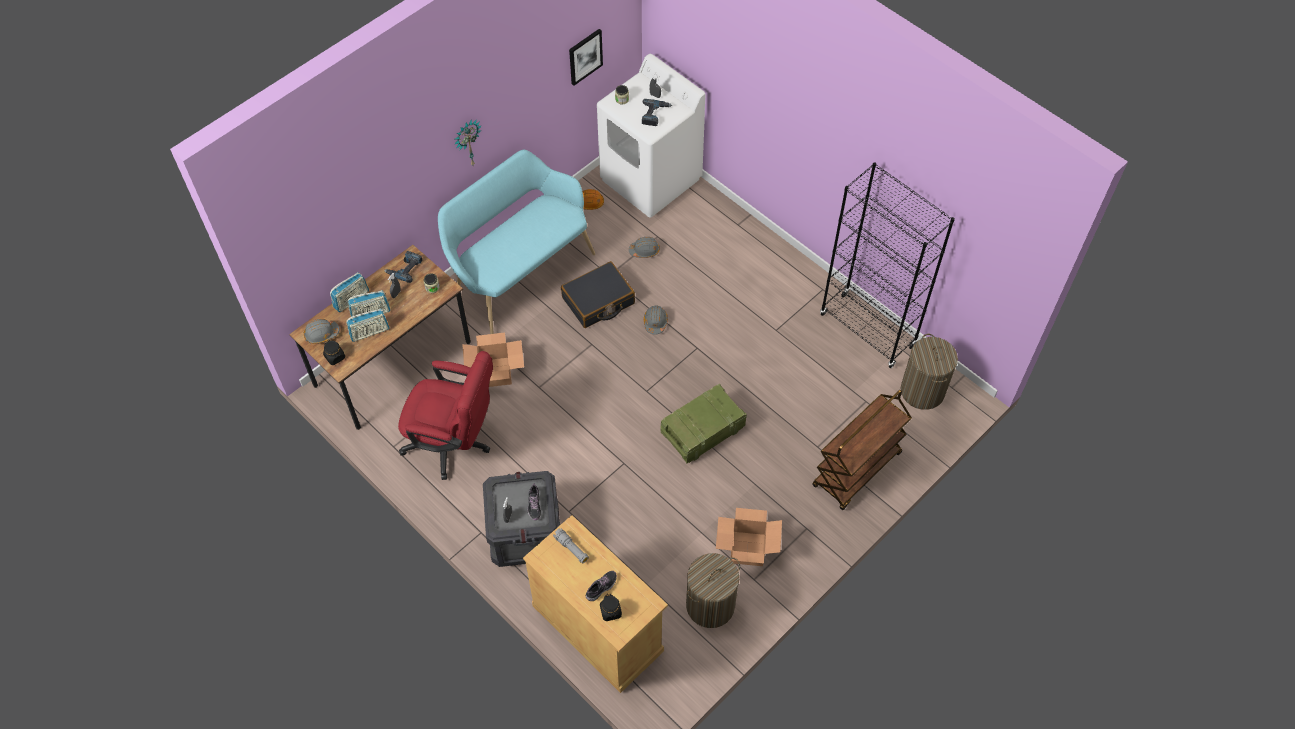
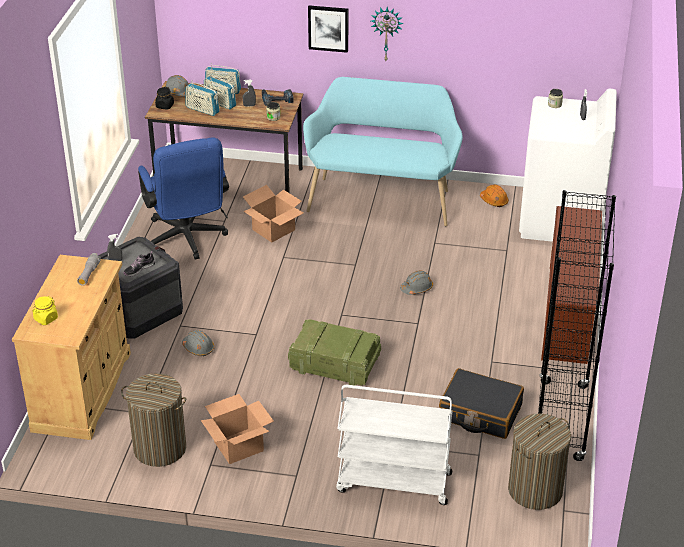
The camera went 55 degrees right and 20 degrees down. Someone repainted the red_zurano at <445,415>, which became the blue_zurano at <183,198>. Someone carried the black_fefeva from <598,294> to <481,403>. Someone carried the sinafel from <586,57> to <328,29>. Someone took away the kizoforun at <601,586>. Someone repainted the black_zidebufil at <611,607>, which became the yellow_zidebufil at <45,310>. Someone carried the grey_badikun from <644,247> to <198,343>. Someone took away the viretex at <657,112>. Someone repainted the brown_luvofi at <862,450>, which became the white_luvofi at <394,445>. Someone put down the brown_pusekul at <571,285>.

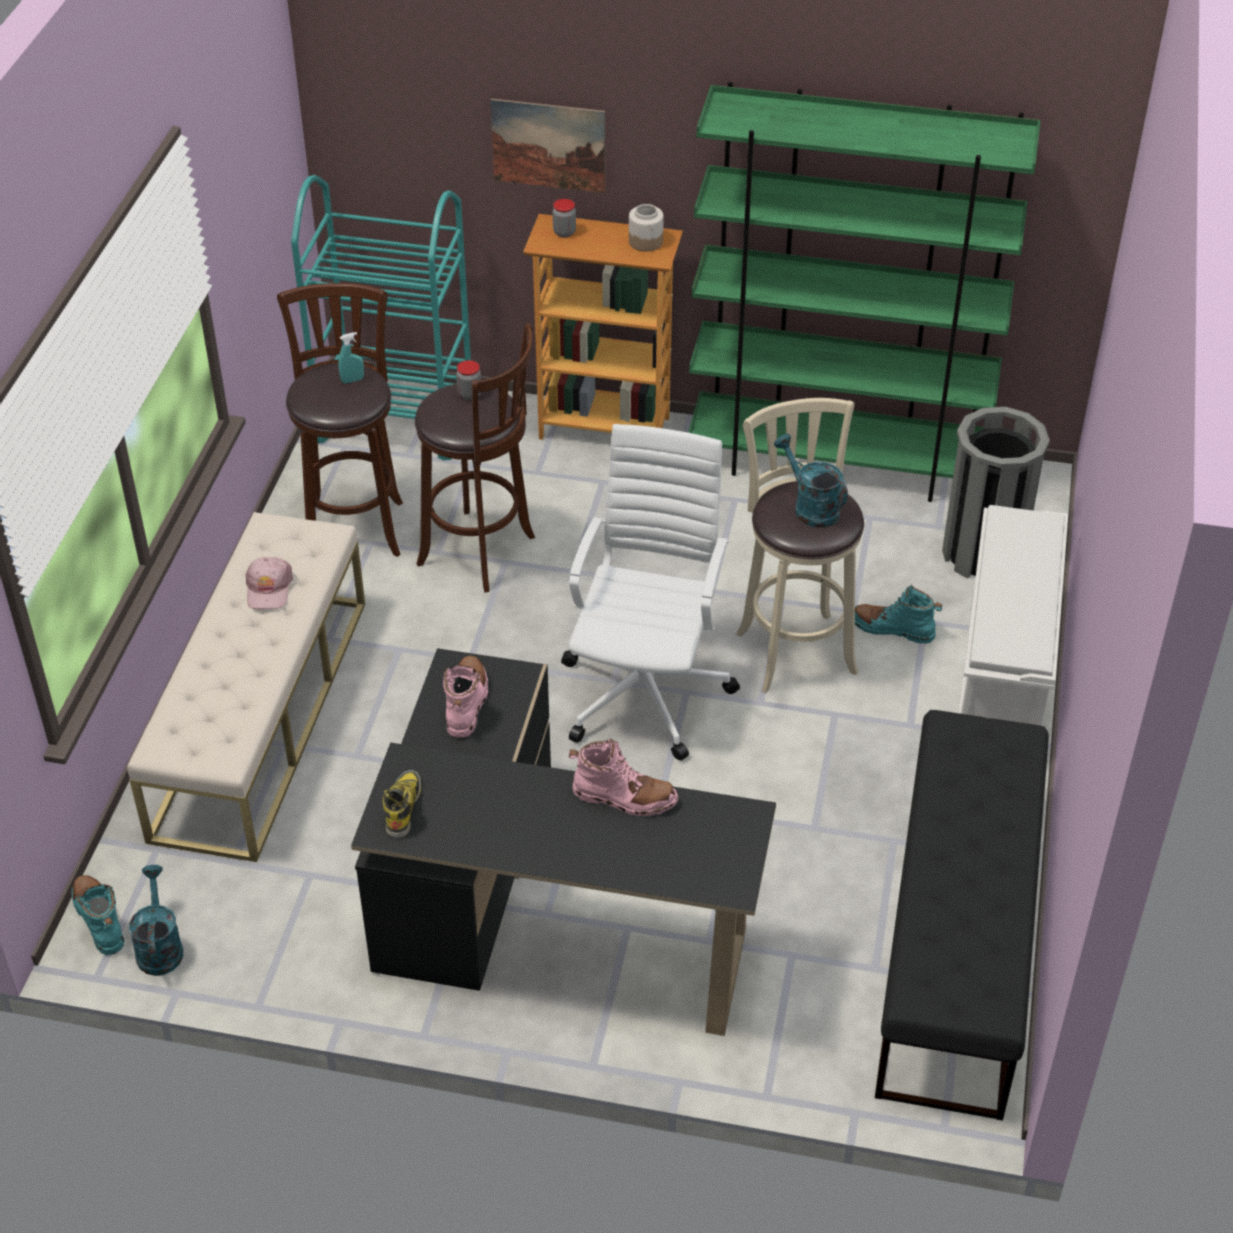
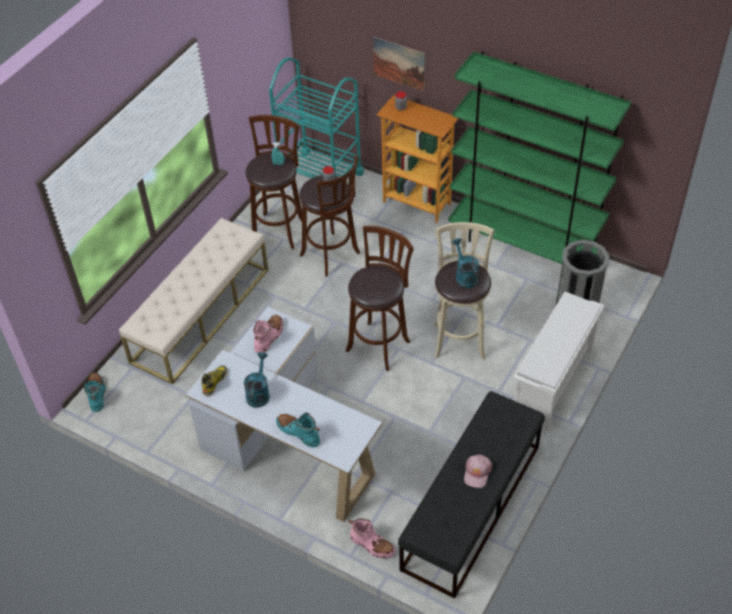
The camera went 20 degrees right and 5 degrees up. Someone carried the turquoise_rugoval from <156,920> to <257,380>. Someone carried the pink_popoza from <269,583> to <478,471>. Someone repainted the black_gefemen at <563,842>, which became the white_gefemen at <283,414>. Someone swapped the white_zurano at <650,592> for the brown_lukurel at <380,298>. Someone carried the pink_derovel from <623,777> to <372,538>. Someone took away the zidebufil at <646,228>. Someone carried the turquoise_derovel from <898,614> to <298,430>.

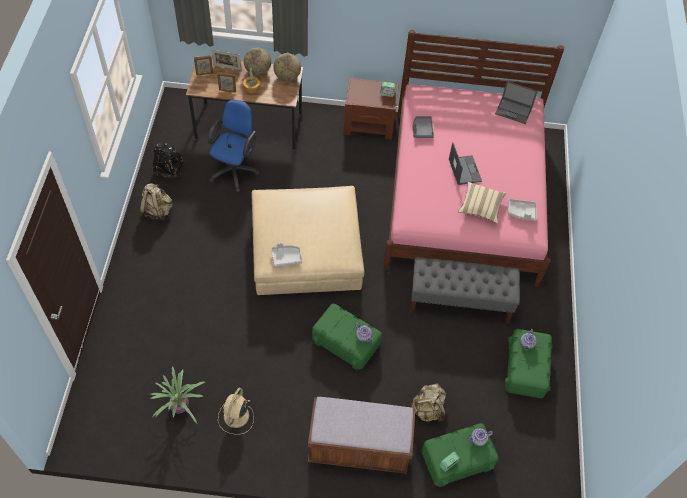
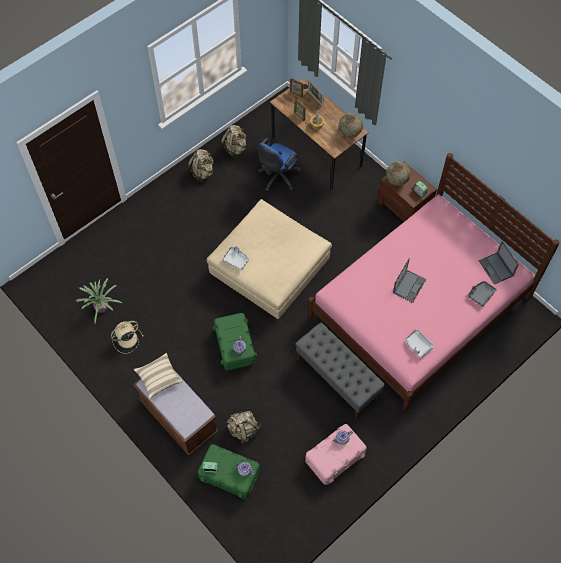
The camera went 45 degrees right and 5 degrees up. Someone repainted the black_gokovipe at <167,160>, which became the beige_gokovipe at <233,141>. Someone rotated the blue_zurano at <233,146> by 150 degrees clockwise. Someone carried the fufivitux from <257,62> to <398,174>. Someone carried the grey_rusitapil from <423,127> to <482,294>. Someone carried the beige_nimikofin from <482,203> to <158,376>. Someone repainted the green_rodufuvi at <528,363>, which became the pink_rodufuvi at <336,454>.

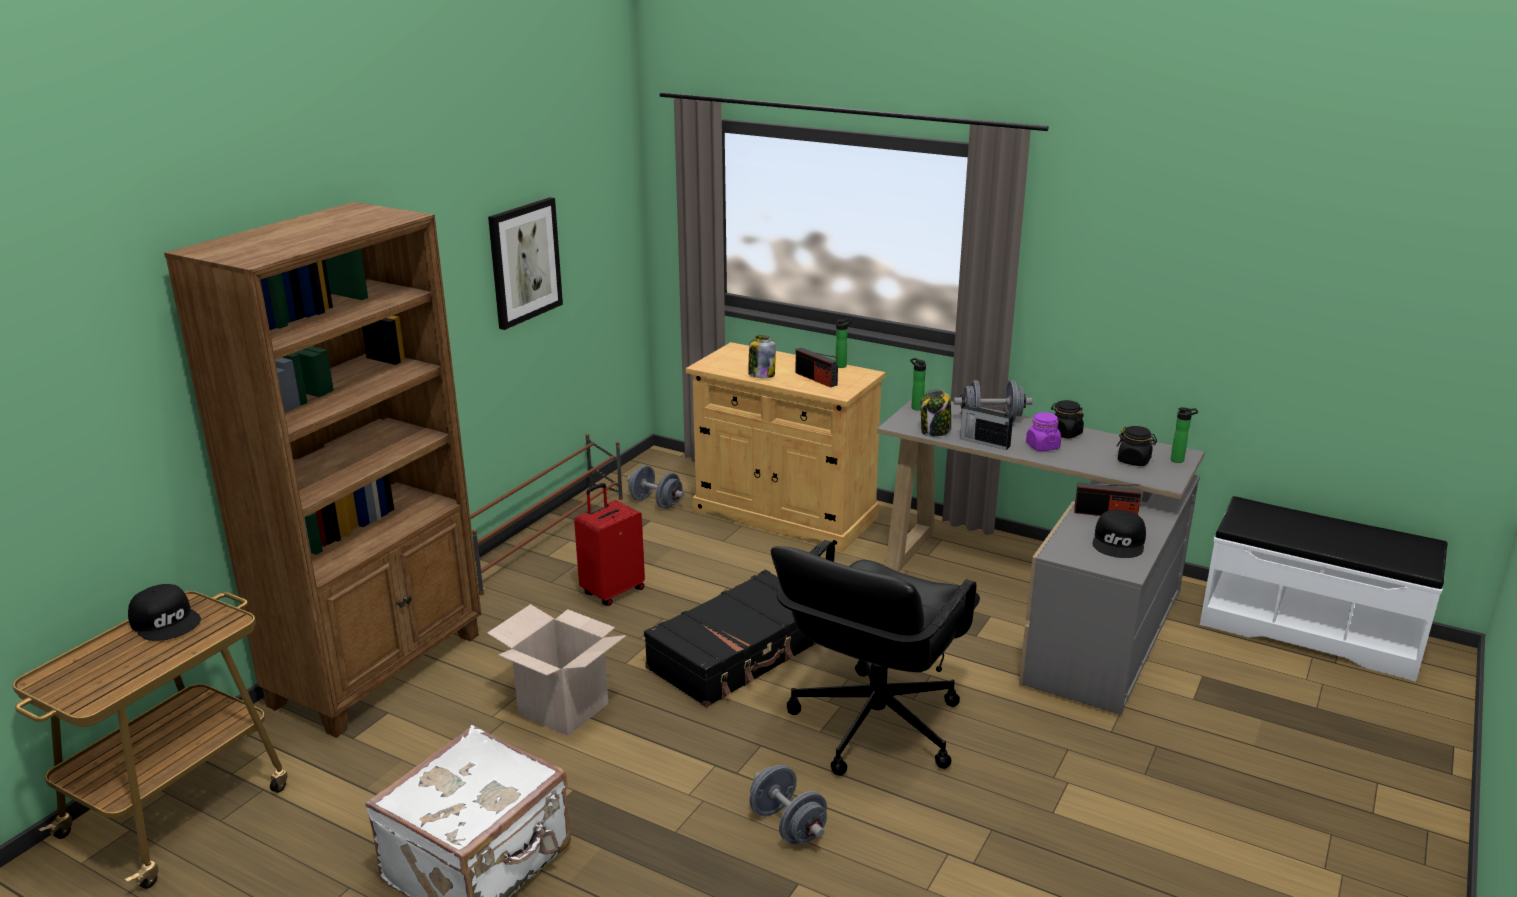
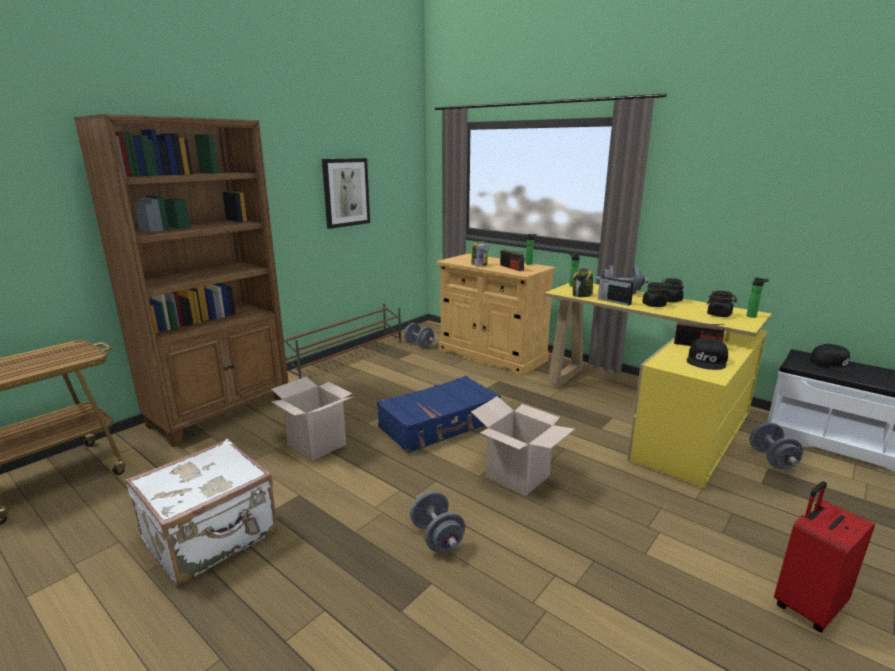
The camera went 10 degrees right and 5 degrees down. Someone carried the black_popoza from <164,612> to <835,358>. Someone carried the red_fefeva from <609,544> to <824,556>. Someone repainted the black_fefeva at <730,638>, which became the blue_fefeva at <439,414>. Someone swapped the black_zurano at <875,658> for the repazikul at <523,446>. Someone repainted the grey_gefemen at <1041,557>, which became the yellow_gefemen at <658,385>. Someone repainted the purple_zidebufil at <1043,431>, which became the black_zidebufil at <654,294>. Someone put down the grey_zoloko at <776,445>.

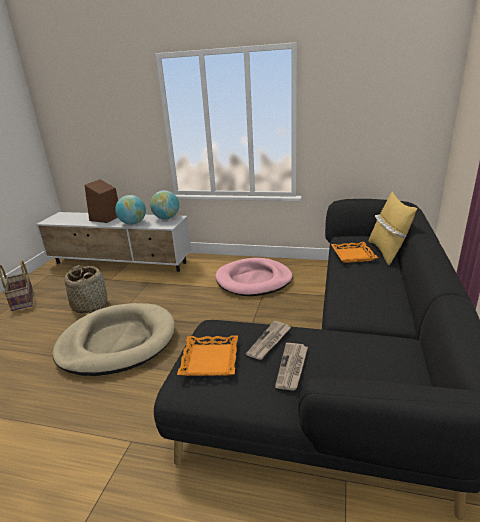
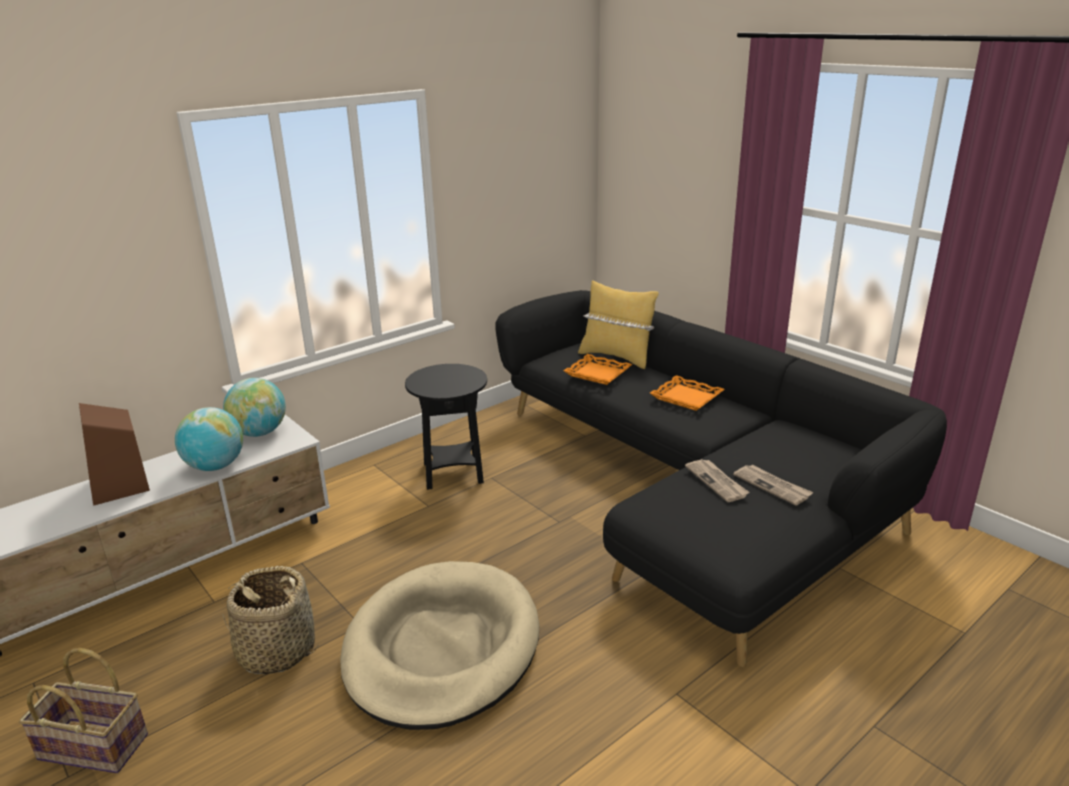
The camera went 55 degrees left and 0 degrees up. Someone carried the orange_rusitapil from <207,355> to <687,393>. Someone swapped the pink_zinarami at <254,277> for the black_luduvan at <446,427>.

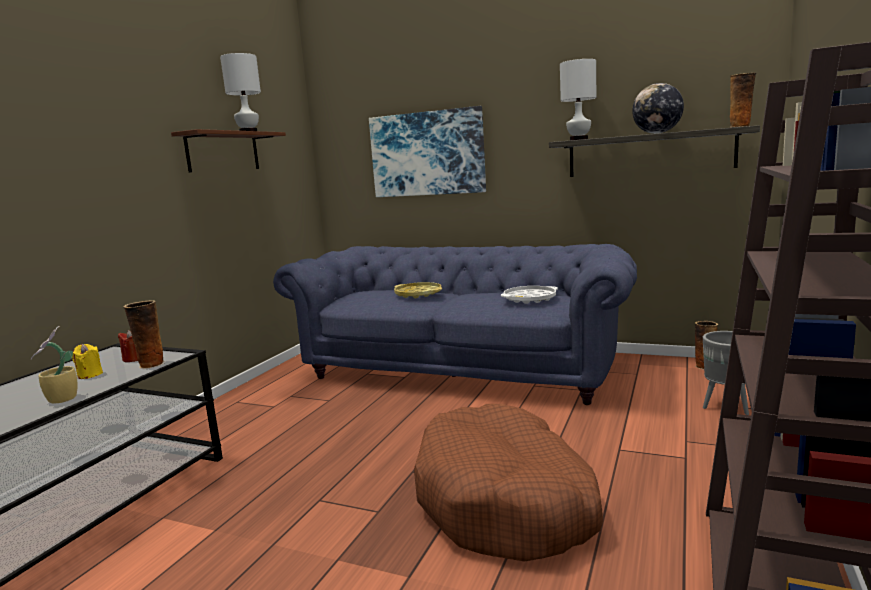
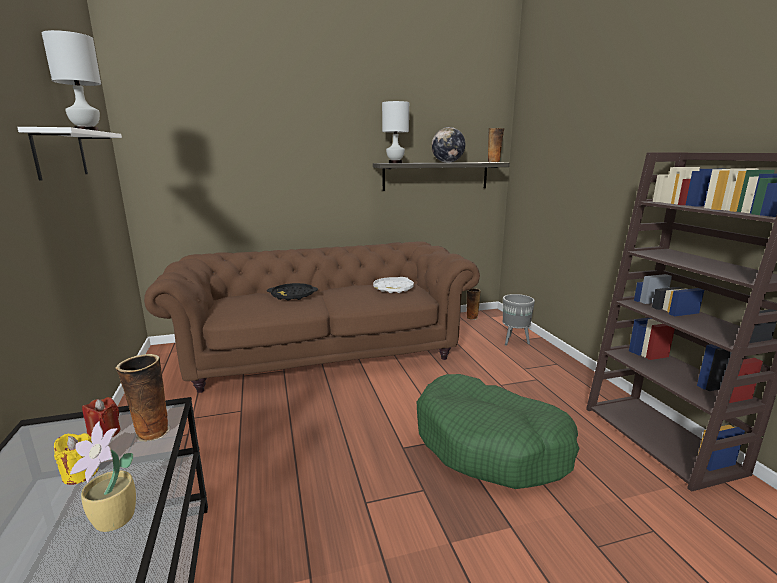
The camera went 40 degrees left and 5 degrees up. Someone repainted the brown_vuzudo at <228,150>, which became the white_vuzudo at <69,154>. Someone repainted the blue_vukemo at <455,324>, which became the brown_vukemo at <312,317>. Someone took away the sinafel at <427,151>. Someone repainted the yellow_rusitapil at <418,290>, which became the black_rusitapil at <292,292>. Someone repainted the brown_zinarami at <508,482>, which became the green_zinarami at <498,431>.

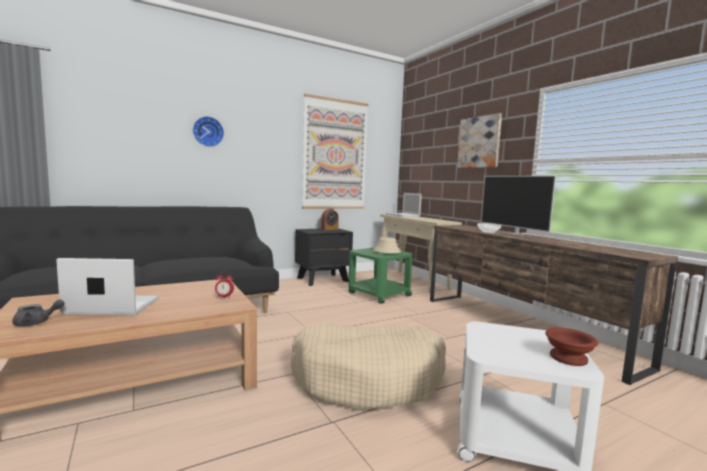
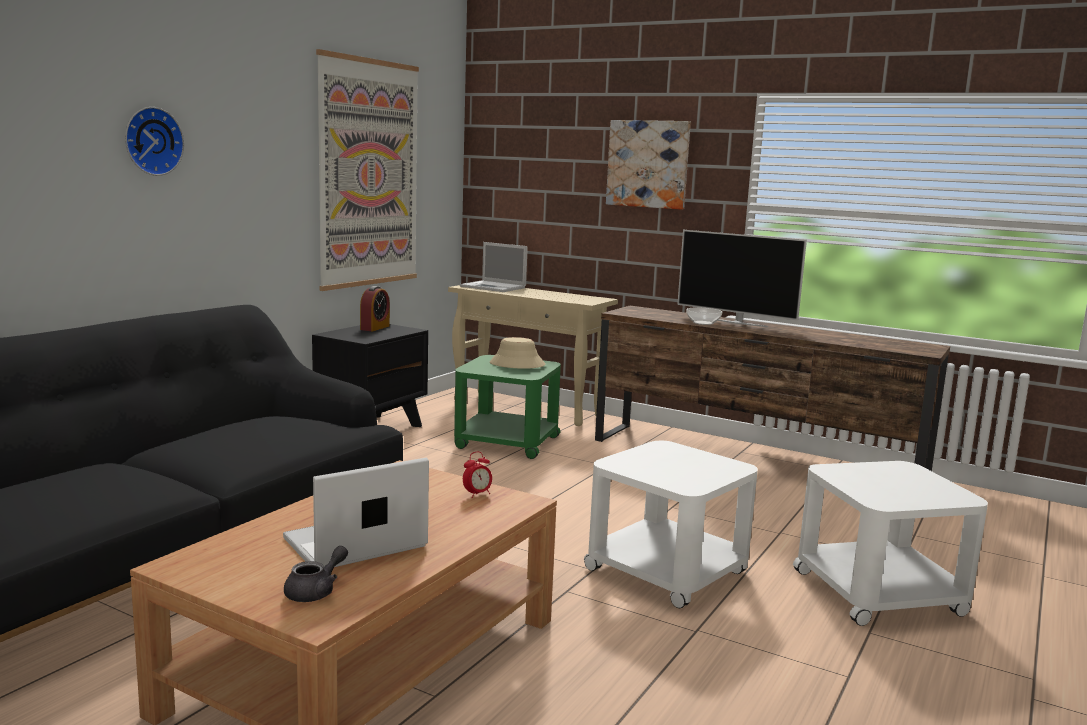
The camera went 30 degrees left and 5 degrees up. Someone swapped the beige_zinarami at <368,367> for the white_luduvan at <671,524>. Someone took away the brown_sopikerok at <571,347>.

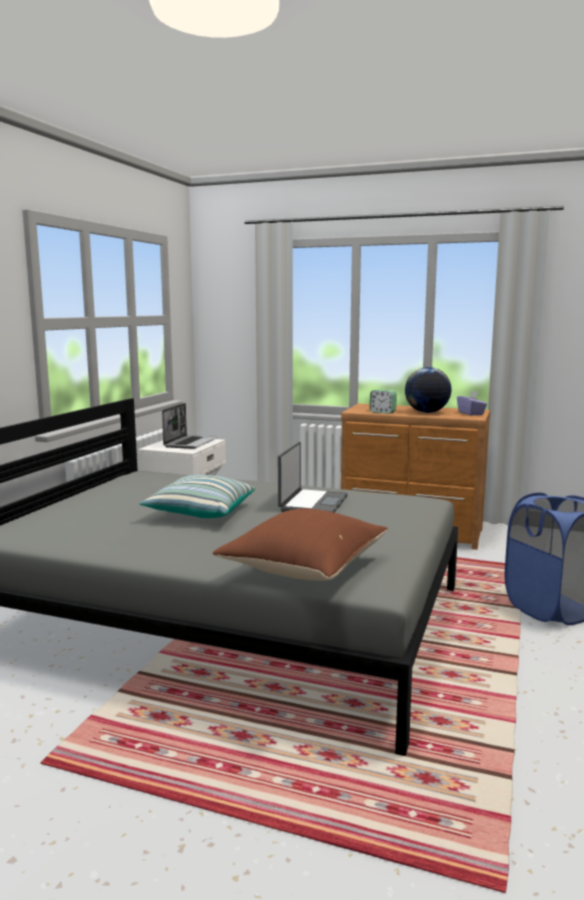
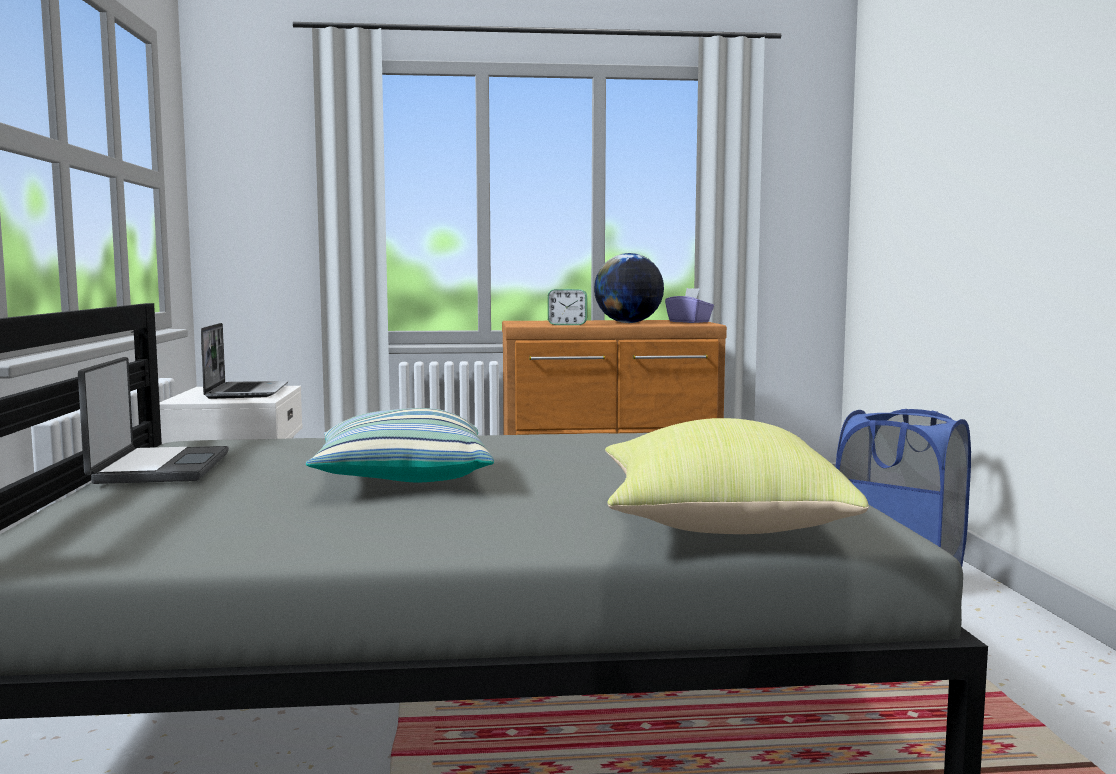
The camera went 25 degrees left and 5 degrees down. Someone repainted the brown_nimikofin at <300,545>, which became the yellow_nimikofin at <737,476>. Someone carried the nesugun from <313,477> to <153,420>.

